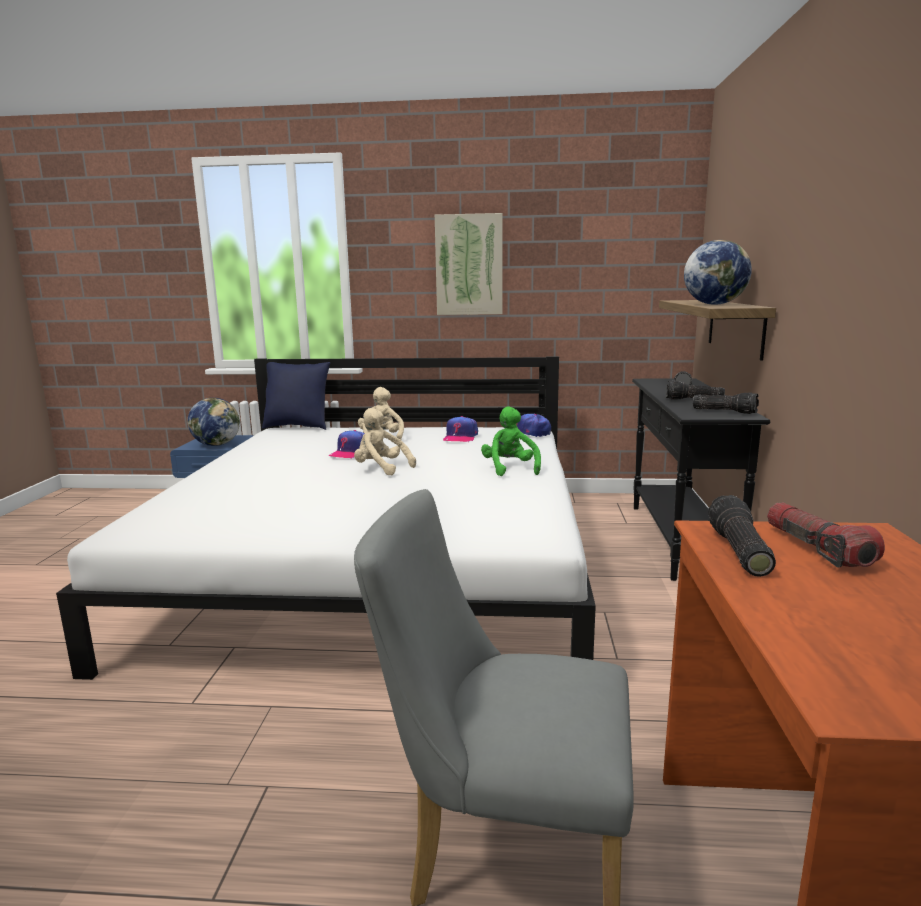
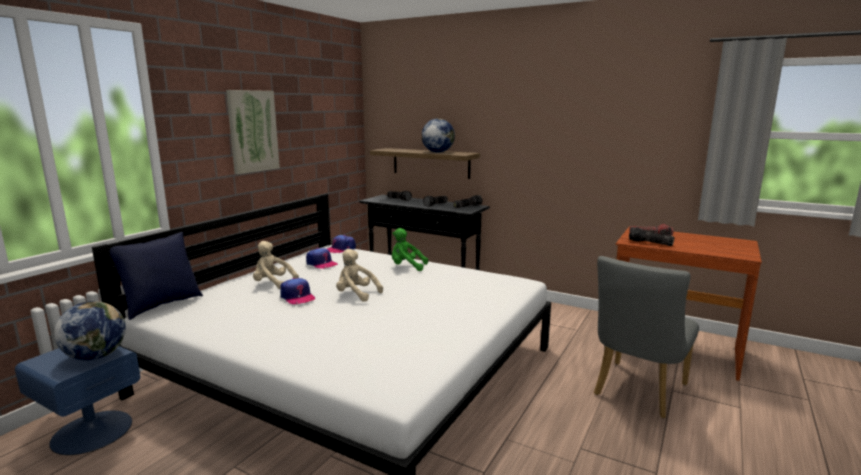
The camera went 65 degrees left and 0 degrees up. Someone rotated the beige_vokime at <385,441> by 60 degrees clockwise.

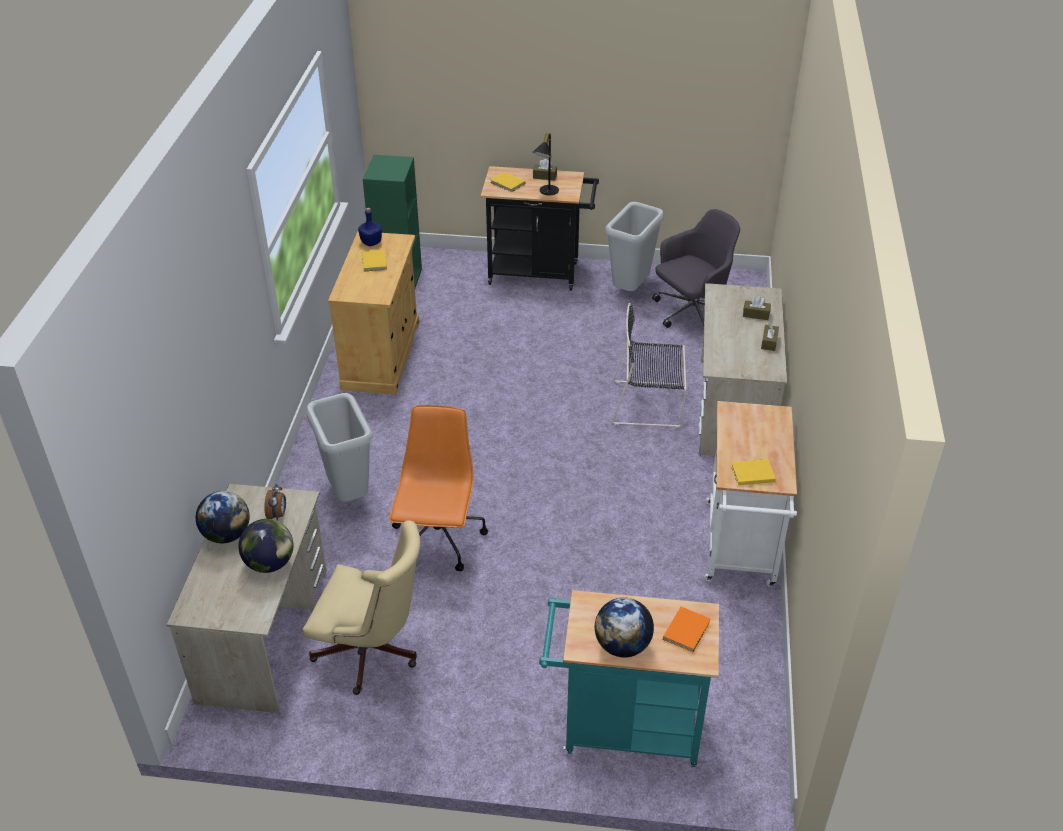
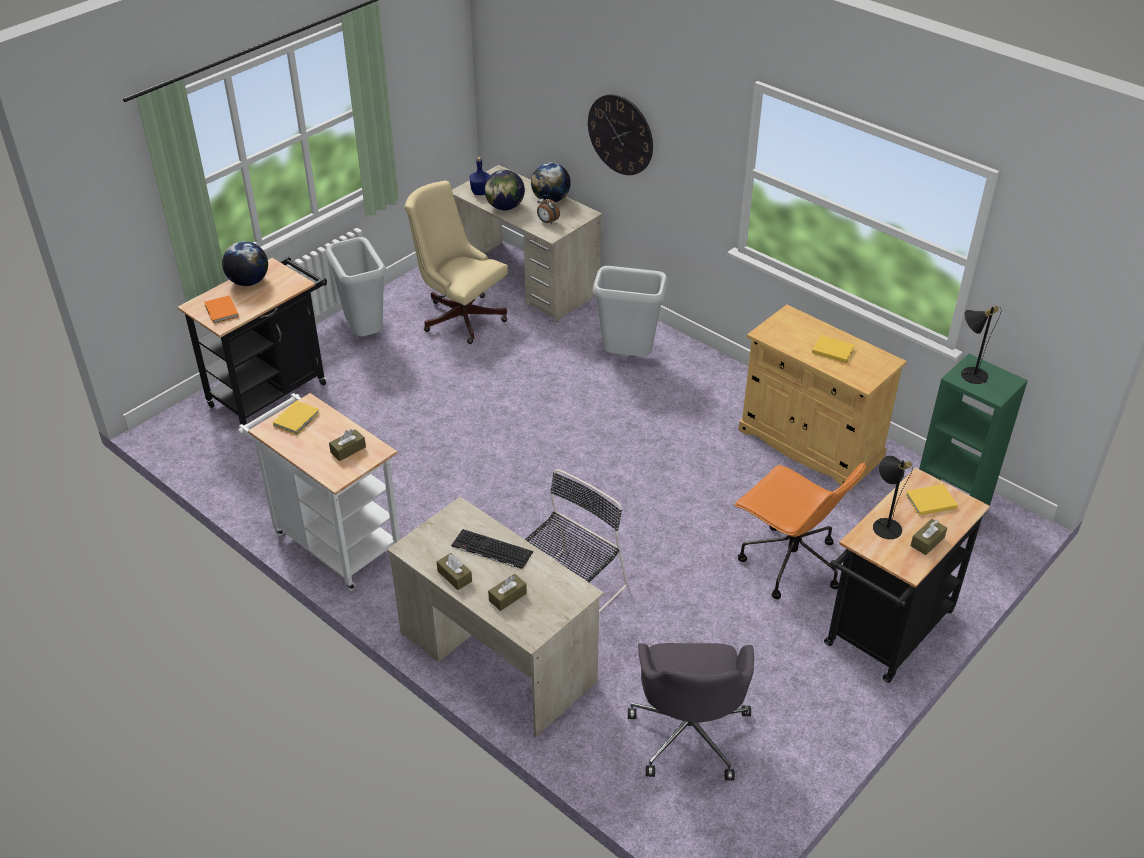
The camera went 125 degrees right and 0 degrees up. Someone rotated the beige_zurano at <362,607> by 75 degrees clockwise. Someone carried the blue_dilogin from <370,227> to <480,176>. Someone carried the orange_zurano from <438,488> to <800,530>. Someone repainted the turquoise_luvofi at <629,678>, which became the black_luvofi at <252,341>. Someone carried the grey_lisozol from <634,246> to <356,286>. Someone put down the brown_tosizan at <347,445>. Someone put down the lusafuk at <492,549>. Someone put up the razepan at <620,134>. Someone put down the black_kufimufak at <981,345>.

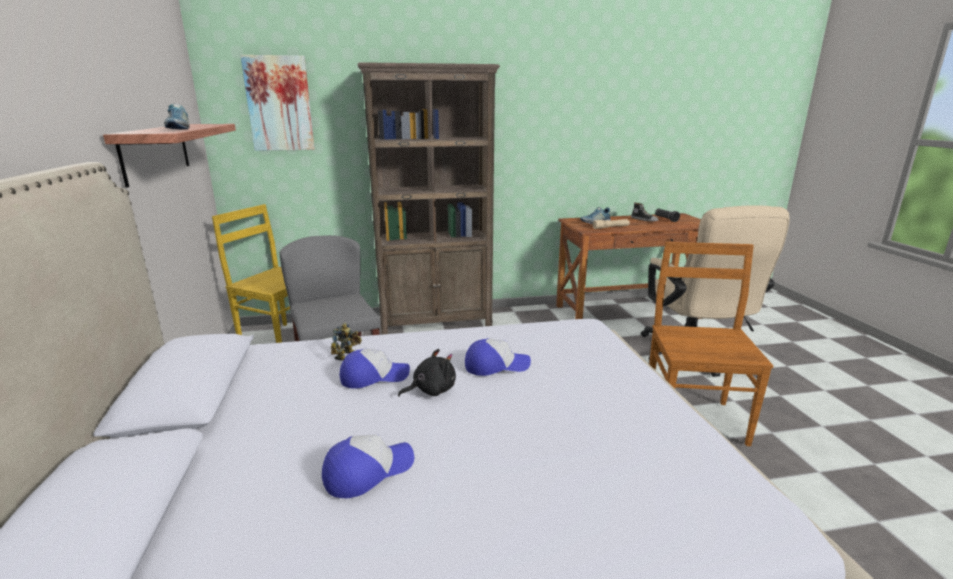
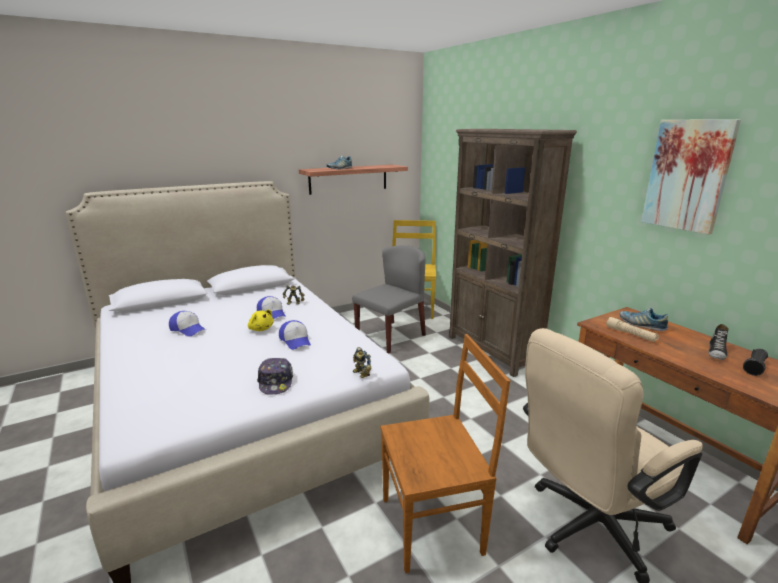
The camera went 70 degrees right and 0 degrees up. Someone carried the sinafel from <277,103> to <691,177>. Someone repainted the black_vokime at <427,373>, which became the yellow_vokime at <261,320>. Someone put down the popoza at <275,376>. Someone put down the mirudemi at <362,362>.

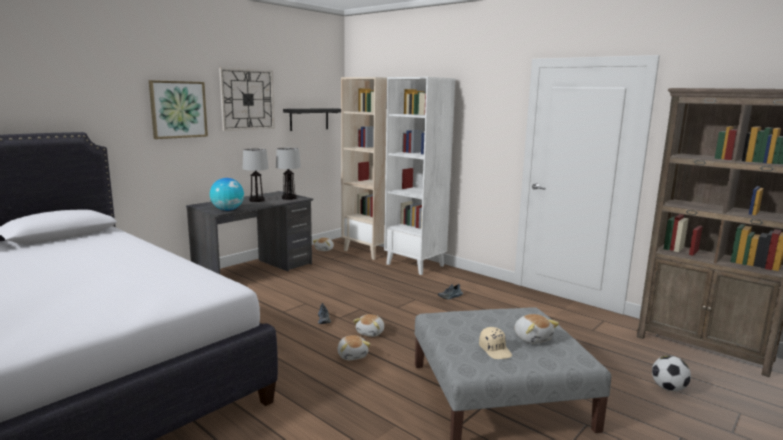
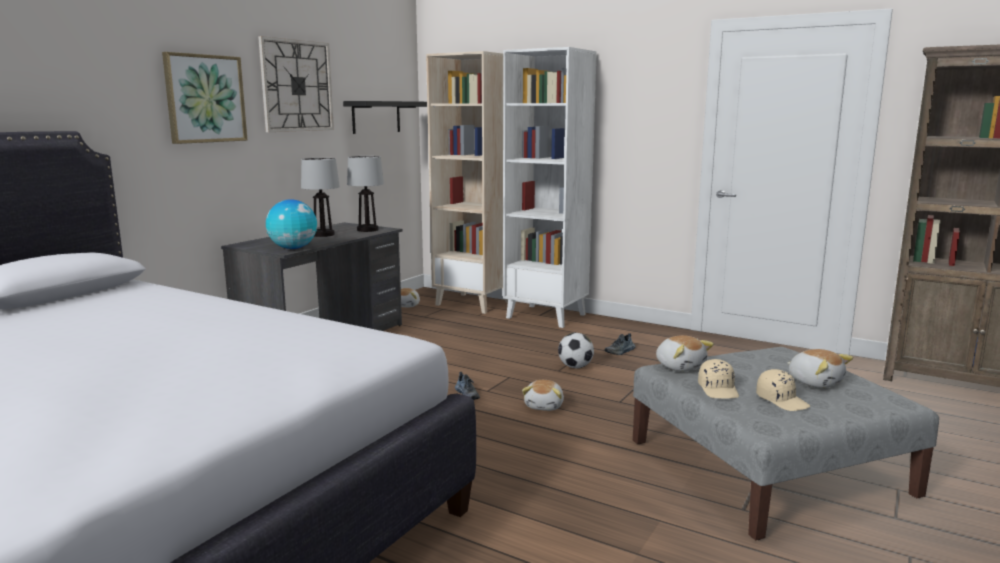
The camera went 10 degrees left and 0 degrees up. Someone carried the vokime from <354,347> to <685,353>. Someone carried the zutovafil from <671,373> to <576,350>. Someone put down the beige_popoza at <718,379>.

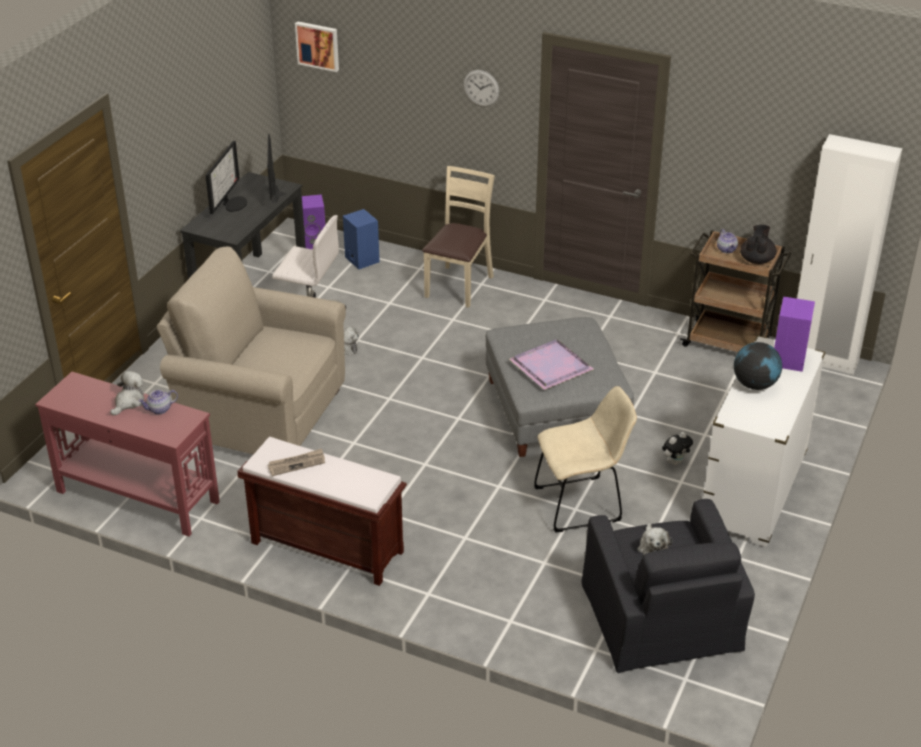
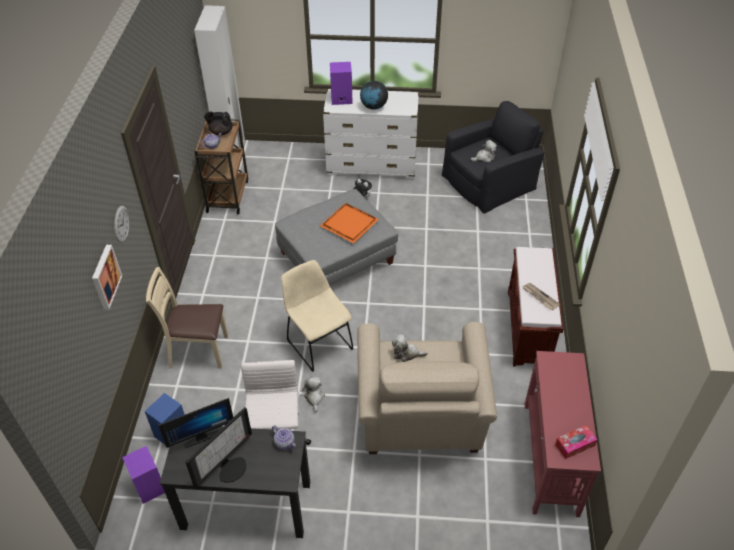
The camera went 110 degrees left and 10 degrees up. Someone carried the vokime from <127,393> to <410,348>. Someone carried the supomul from <158,402> to <284,437>. Someone rotated the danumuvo at <226,177> by 135 degrees clockwise. Someone carried the sinafel from <317,46> to <107,277>. Someone repainted the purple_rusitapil at <551,364>, which became the orange_rusitapil at <349,223>. Someone carried the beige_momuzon from <585,459> to <317,316>. Someone put down the tosizan at <576,442>.

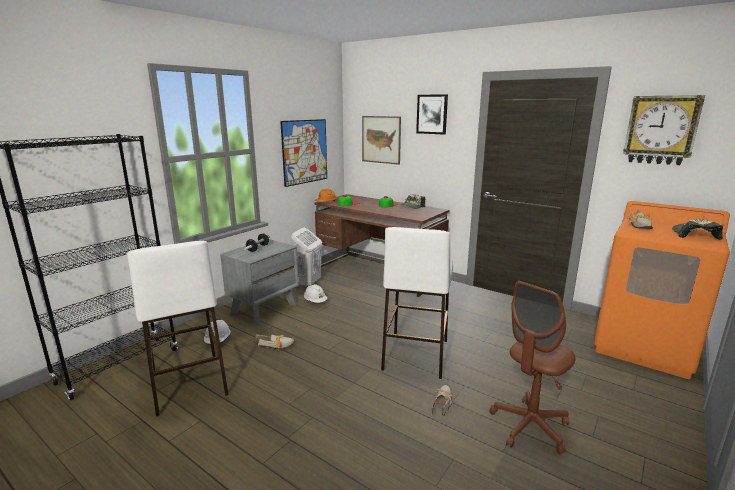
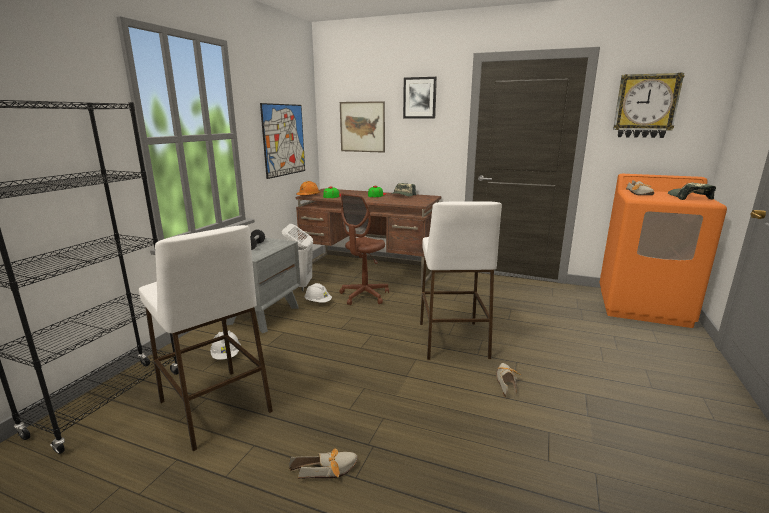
The camera went 15 degrees left and 0 degrees up. Someone carried the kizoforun from <274,341> to <323,464>. Someone carried the brown_zurano from <532,367> to <364,249>.

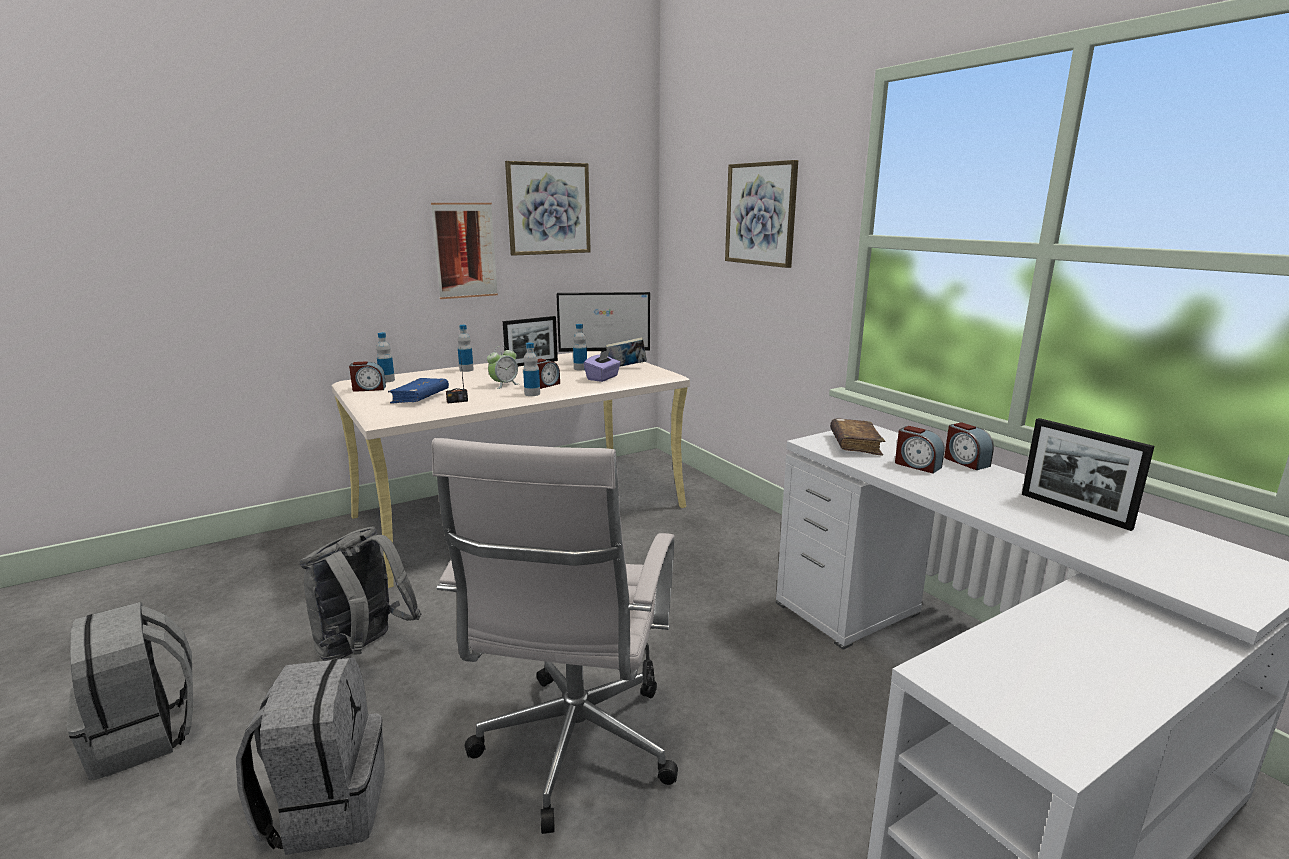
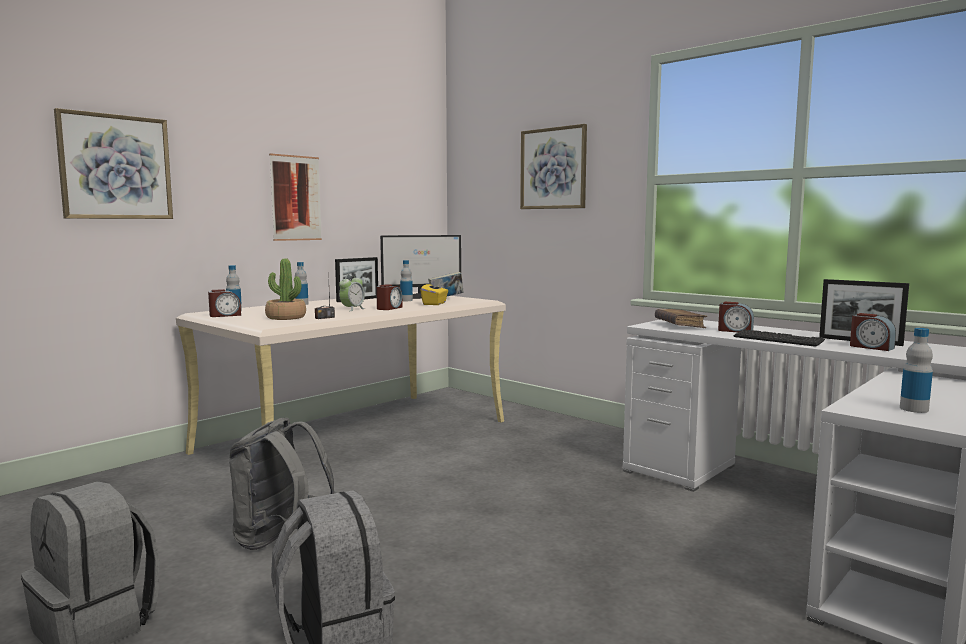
The camera went 15 degrees left and 10 degrees down. Someone swapped the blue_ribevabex at <418,391> for the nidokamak at <285,289>. Someone took away the white_zurano at <554,636>. Someone carried the sinafel from <548,208> to <113,163>. Someone carried the dilogin from <531,369> to <916,370>. Someone repainted the purple_tosizan at <602,366>, which became the yellow_tosizan at <434,292>. Someone carried the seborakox from <969,446> to <873,332>. Someone put down the lusafuk at <779,338>.

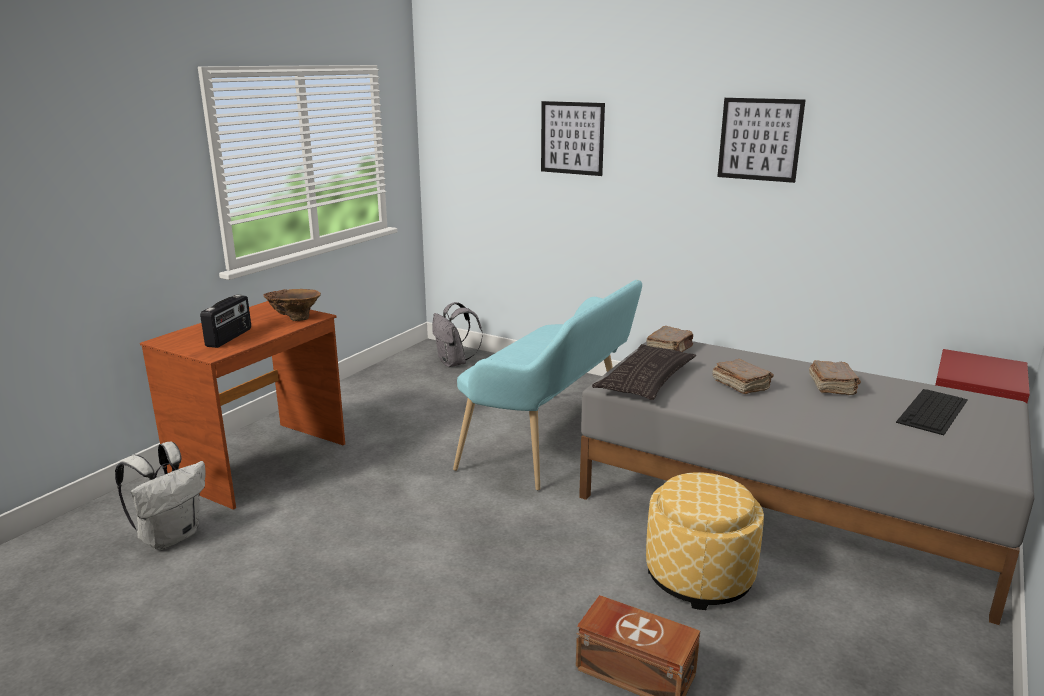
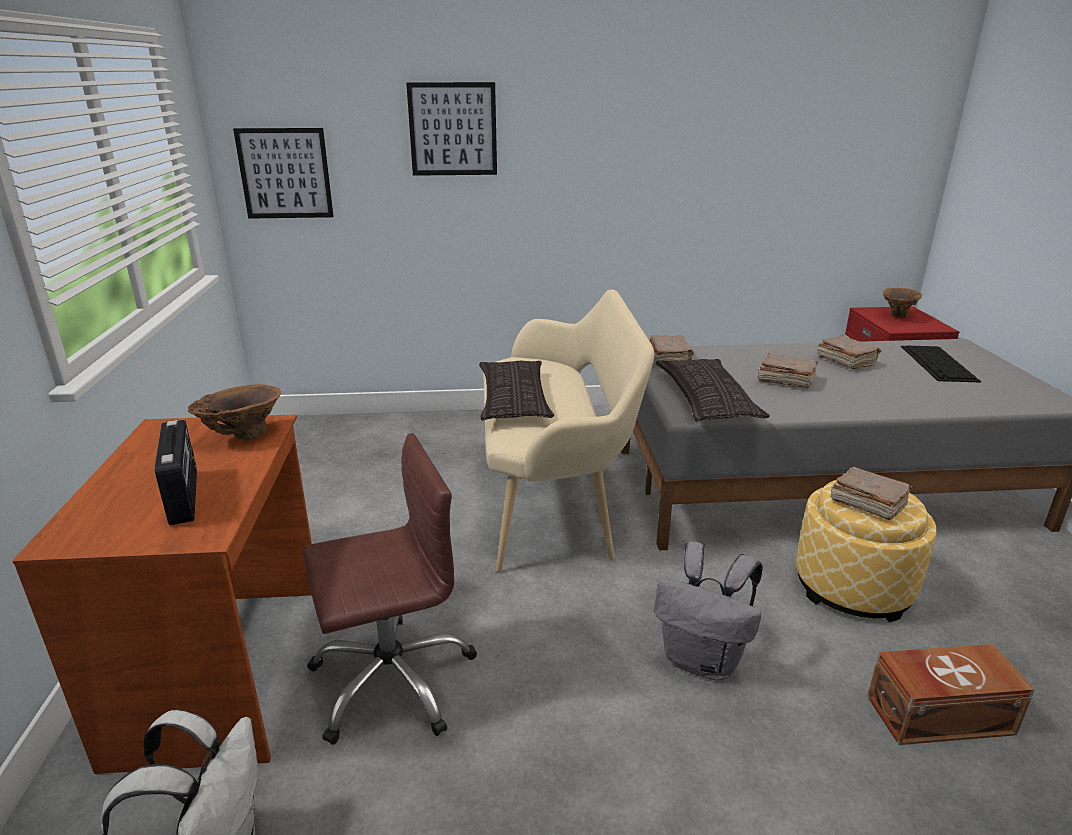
The camera went 35 degrees left and 5 degrees up. Someone carried the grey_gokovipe from <457,334> to <708,611>. Someone repainted the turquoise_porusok at <547,385>, which became the beige_porusok at <568,430>. Someone carried the sinafel from <761,140> to <283,173>. Someone put down the brown_zurano at <390,589>. Someone put down the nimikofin at <516,391>. Someone put down the brown_ribevabex at <871,493>. Someone put down the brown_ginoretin at <902,303>.

